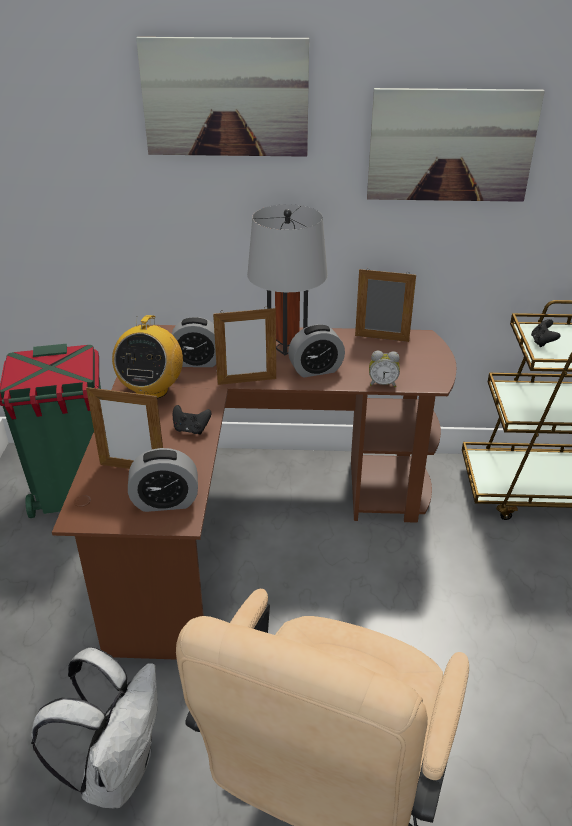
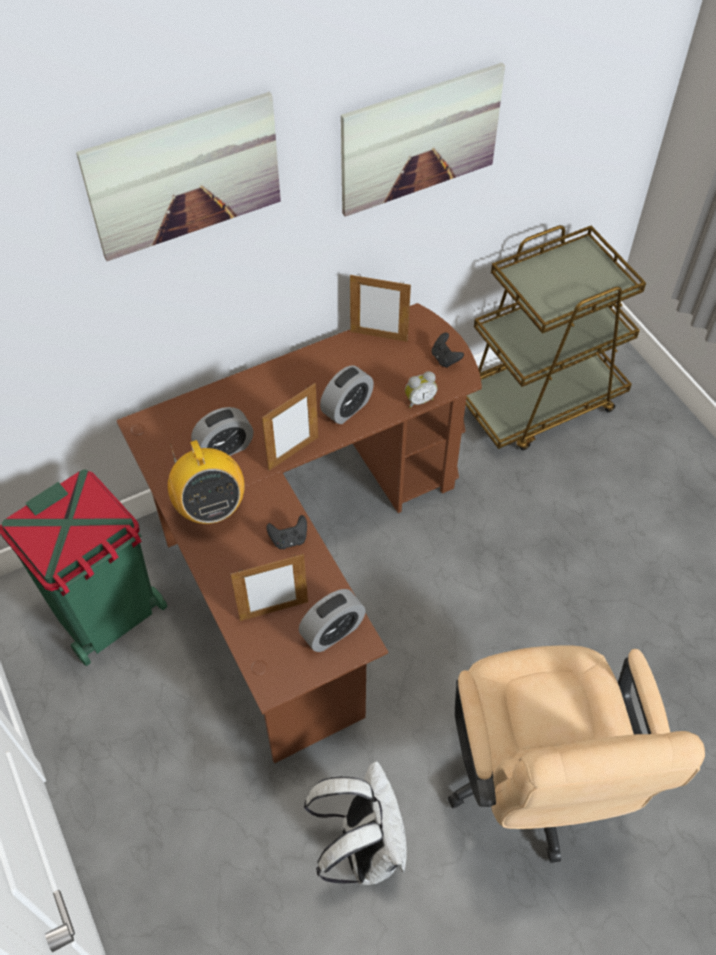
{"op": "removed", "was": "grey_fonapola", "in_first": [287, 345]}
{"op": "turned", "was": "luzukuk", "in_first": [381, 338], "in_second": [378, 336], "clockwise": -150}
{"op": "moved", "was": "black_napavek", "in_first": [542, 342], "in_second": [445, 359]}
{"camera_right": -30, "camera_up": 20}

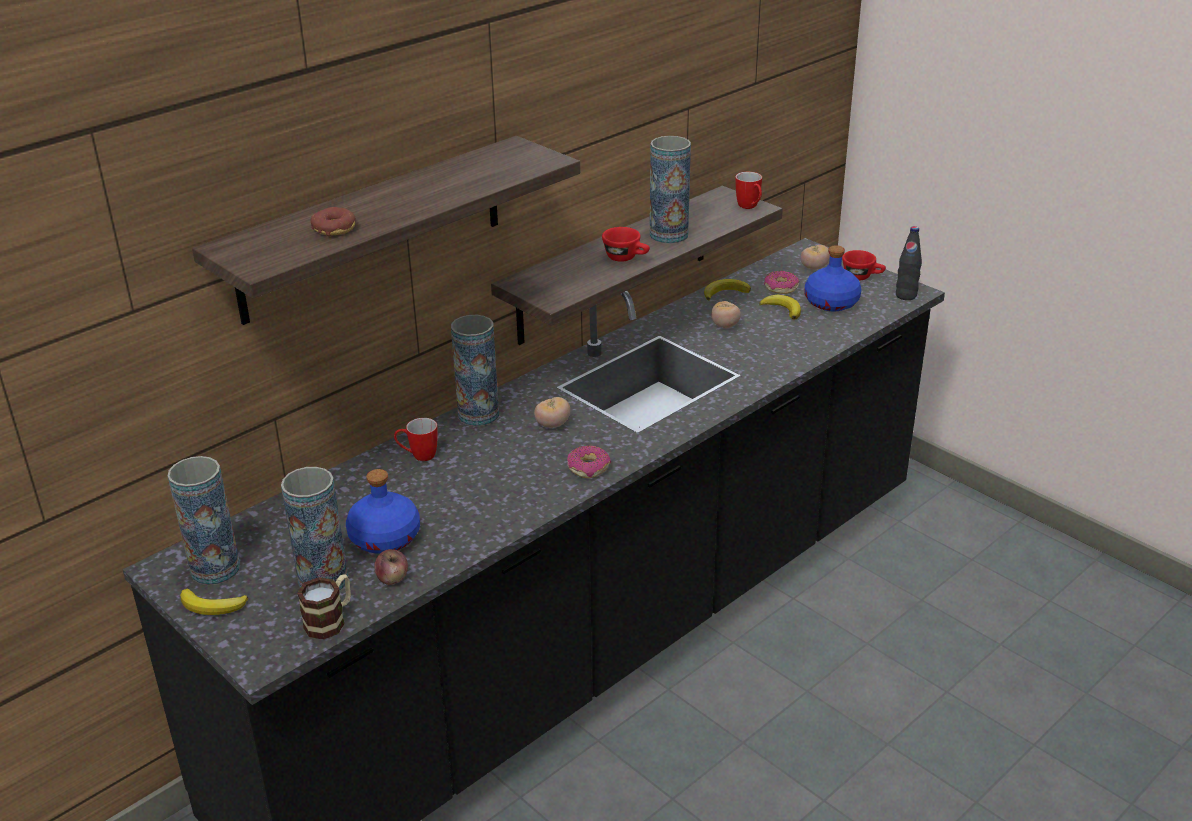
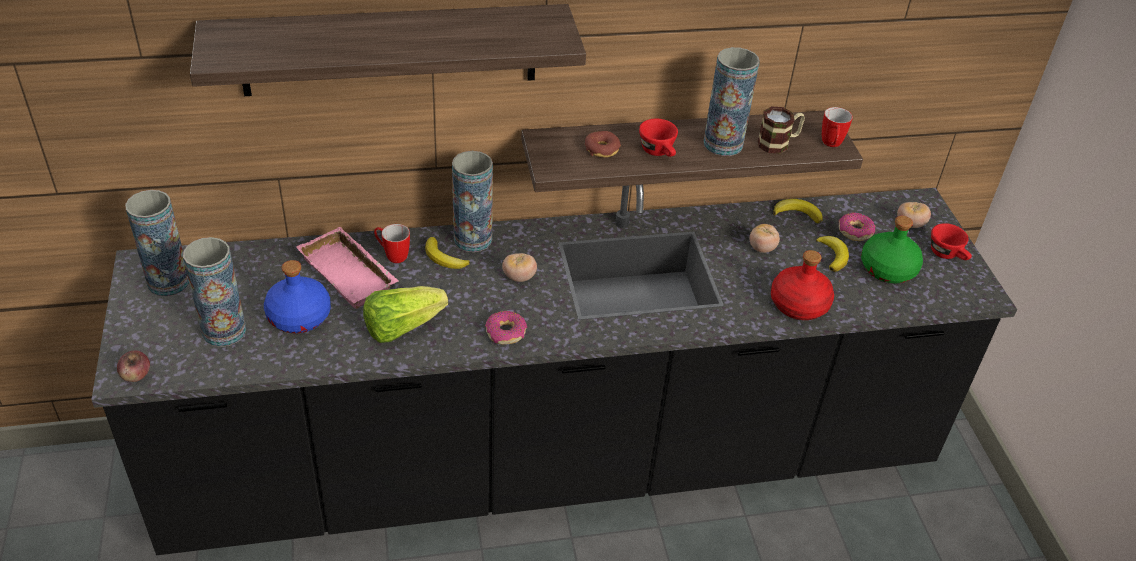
{"op": "moved", "was": "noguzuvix", "in_first": [334, 228], "in_second": [602, 149]}
{"op": "removed", "was": "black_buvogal", "in_first": [906, 295]}
{"op": "recoloured", "was": "blue_buvogal", "now": "green_buvogal", "in_first": [831, 303], "in_second": [887, 269]}
{"op": "moved", "was": "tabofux", "in_first": [392, 578], "in_second": [136, 375]}
{"op": "moved", "was": "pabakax", "in_first": [330, 620], "in_second": [778, 143]}
{"op": "moved", "was": "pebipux", "in_first": [212, 606], "in_second": [444, 258]}
{"op": "added", "now": "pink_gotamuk", "in_second": [351, 273]}
{"op": "added", "now": "red_buvogal", "in_second": [799, 304]}
{"op": "added", "now": "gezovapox", "in_second": [402, 327]}
{"camera_right": 30, "camera_up": 10}

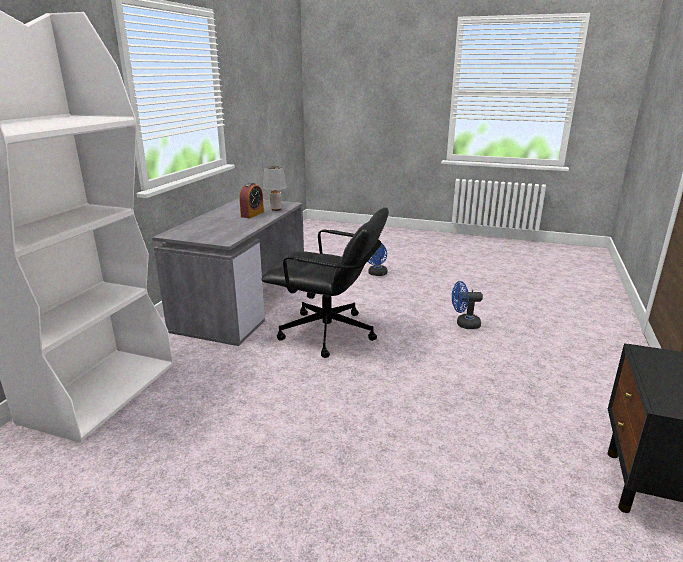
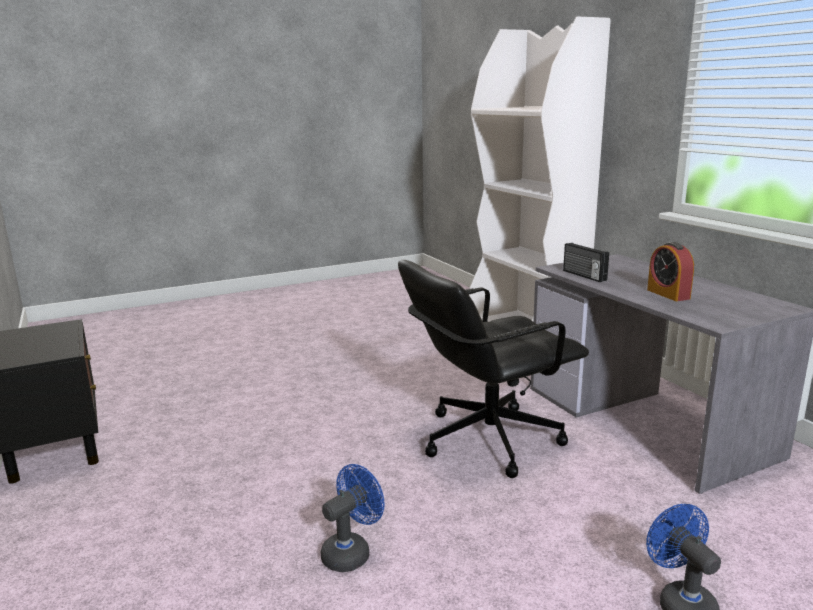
{"op": "removed", "was": "grey_fonapola", "in_first": [276, 209]}
{"op": "added", "now": "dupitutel", "in_second": [583, 275]}
{"camera_right": 135, "camera_up": -5}

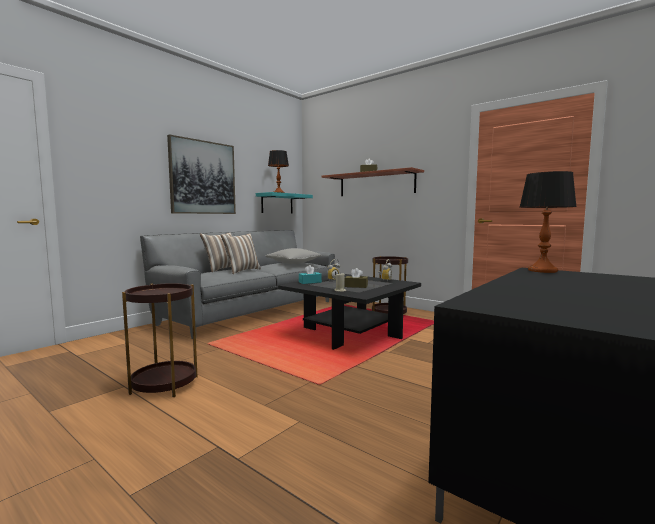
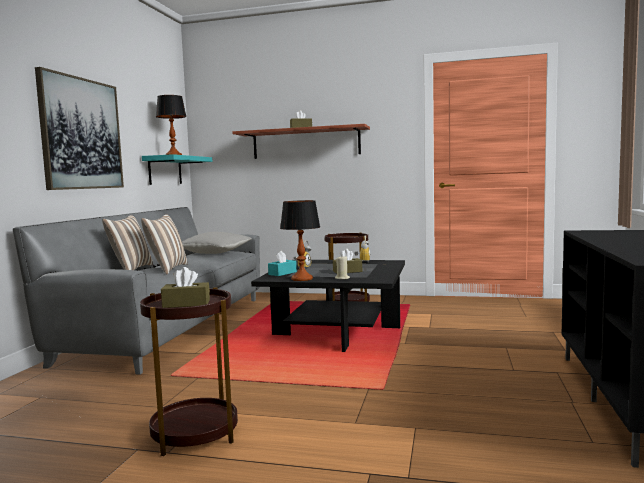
{"op": "moved", "was": "fonapola", "in_first": [543, 270], "in_second": [302, 279]}
{"op": "added", "now": "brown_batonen", "in_second": [186, 304]}
{"camera_right": -25, "camera_up": 0}

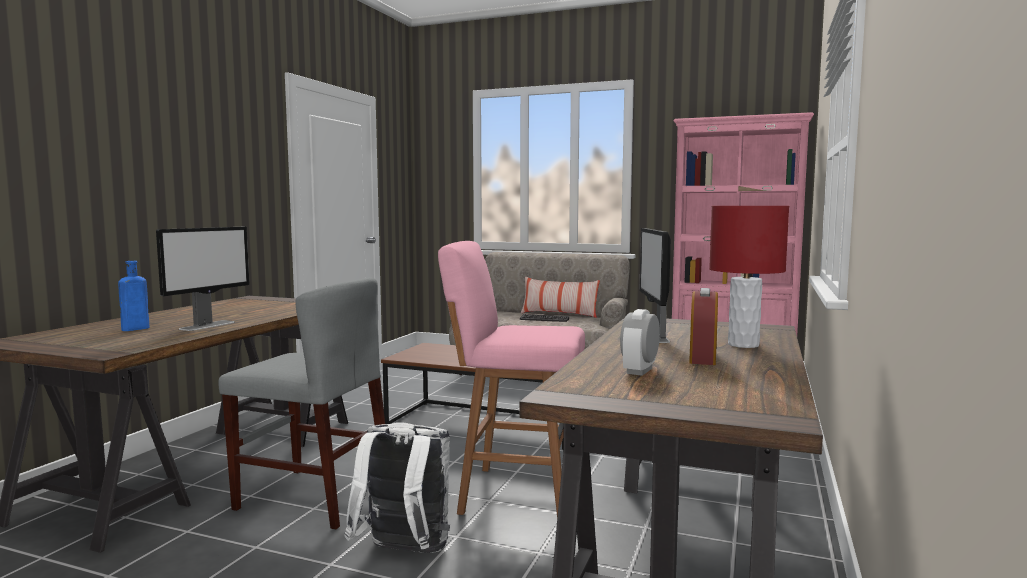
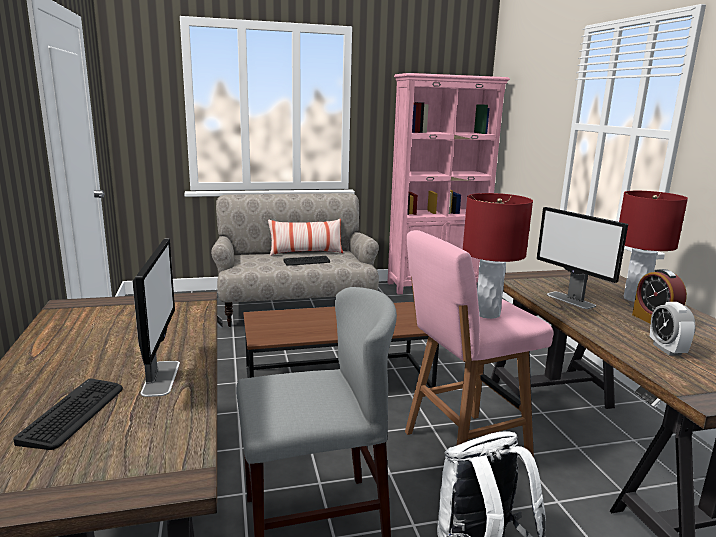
{"op": "replaced", "was": "blue_buvogal", "now": "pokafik", "in_first": [133, 329], "in_second": [74, 413]}
{"op": "added", "now": "red_fonapola", "in_second": [487, 314]}
{"camera_right": -35, "camera_up": 10}

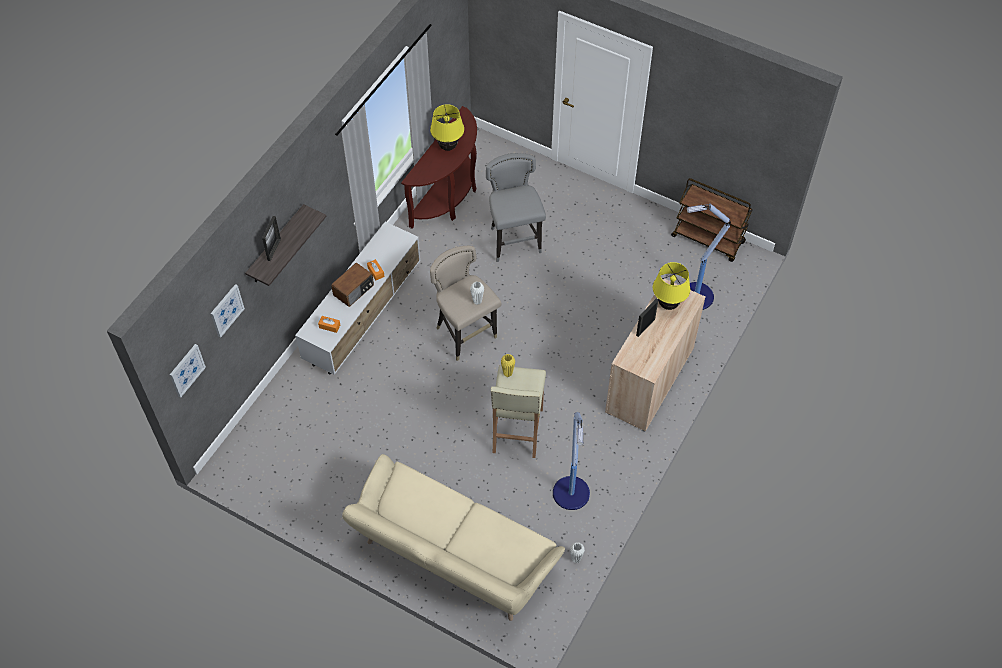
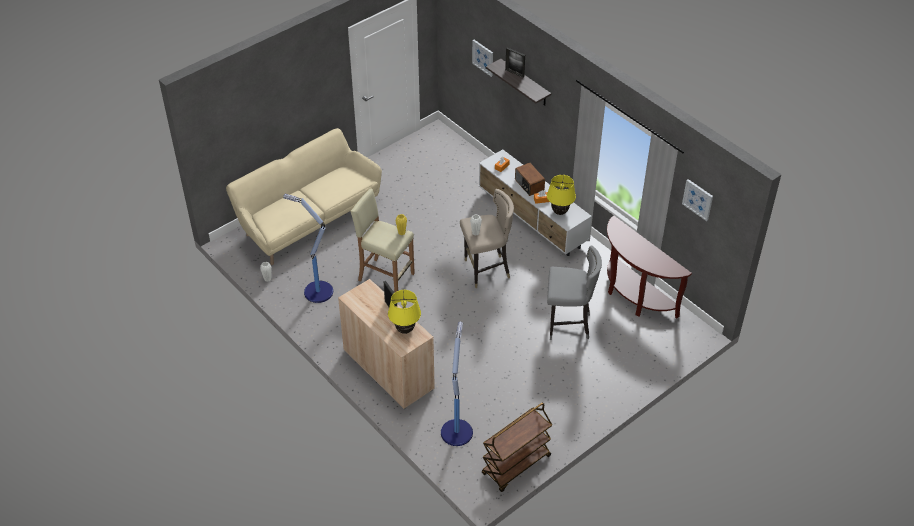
{"op": "moved", "was": "yellow_fonapola", "in_first": [448, 147], "in_second": [560, 212]}
{"op": "moved", "was": "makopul", "in_first": [186, 370], "in_second": [698, 199]}
{"camera_right": 110, "camera_up": -10}

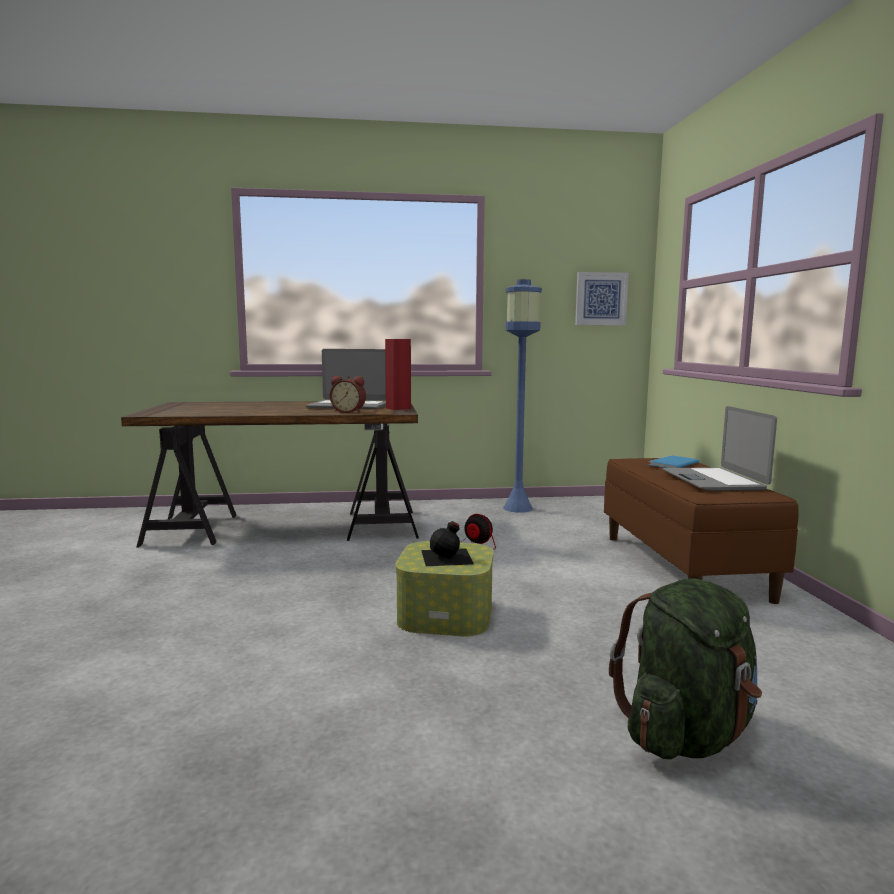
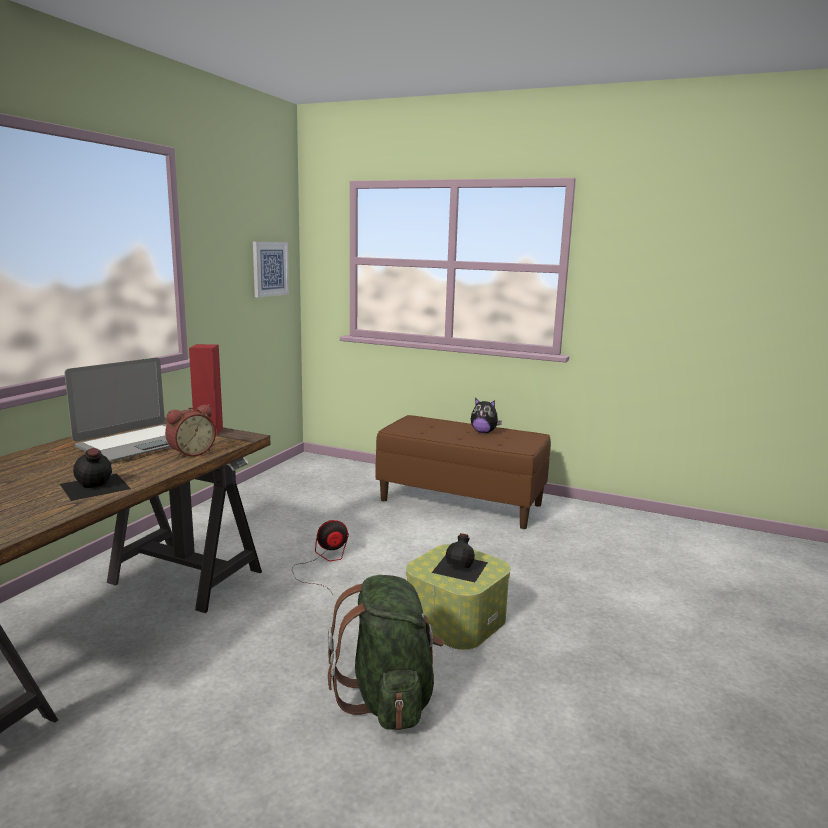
{"op": "removed", "was": "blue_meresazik", "in_first": [518, 508]}
{"op": "replaced", "was": "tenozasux", "now": "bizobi", "in_first": [714, 480], "in_second": [484, 432]}
{"op": "removed", "was": "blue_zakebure", "in_first": [671, 463]}
{"op": "moved", "was": "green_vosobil", "in_first": [686, 734], "in_second": [388, 697]}
{"op": "added", "now": "black_buvogal", "in_second": [94, 487]}
{"camera_right": -60, "camera_up": 5}

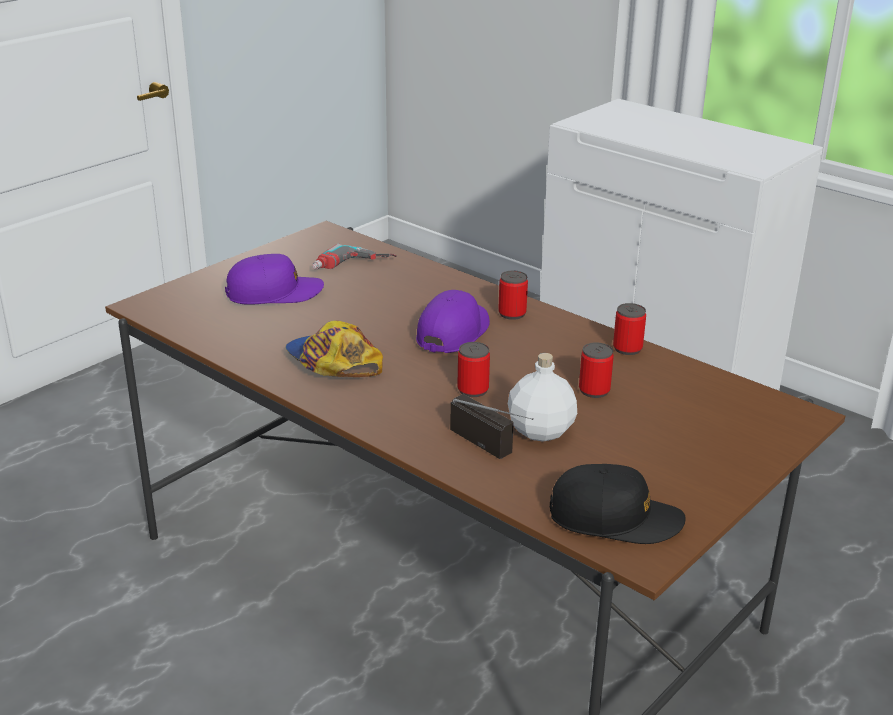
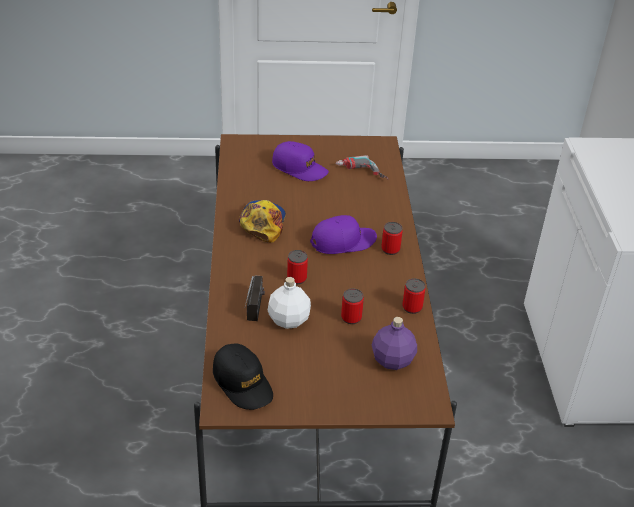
{"op": "added", "now": "purple_buvogal", "in_second": [392, 361]}
{"camera_right": 45, "camera_up": 10}

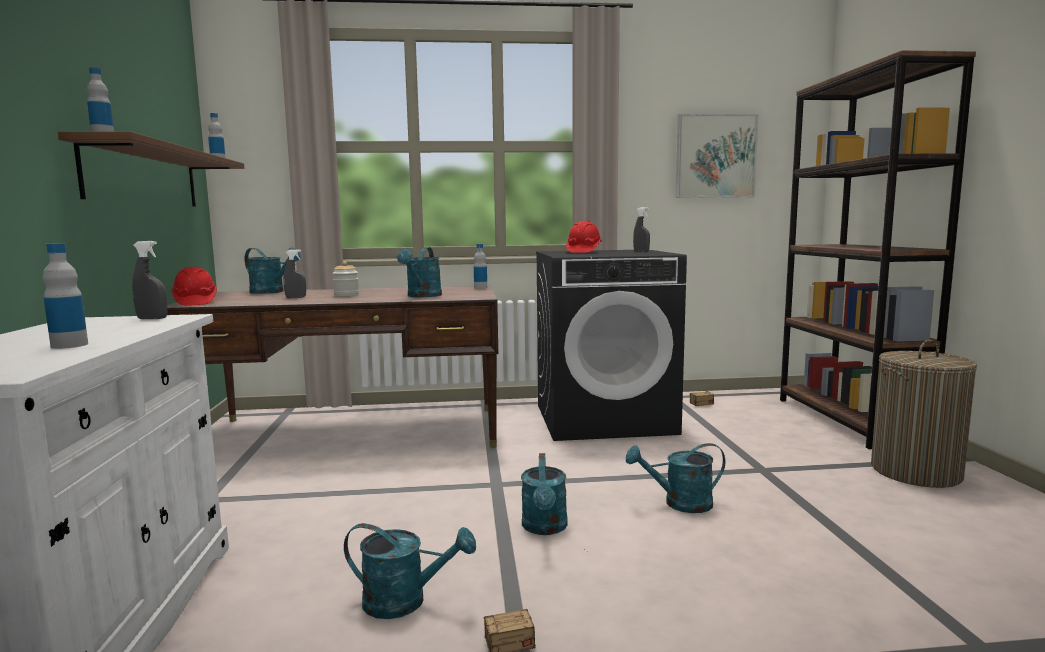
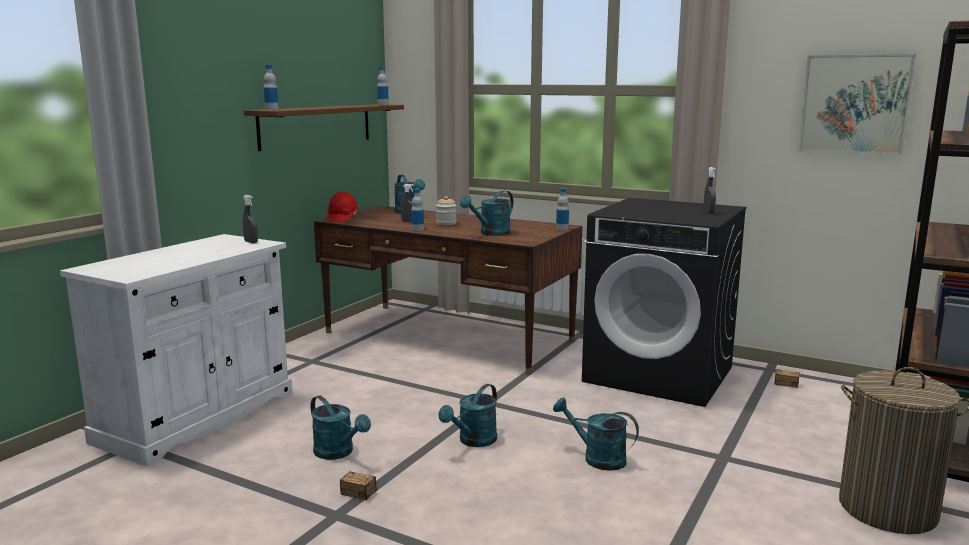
{"op": "removed", "was": "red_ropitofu", "in_first": [583, 252]}
{"op": "moved", "was": "buvogal", "in_first": [69, 345], "in_second": [417, 229]}
{"camera_right": 35, "camera_up": 5}

